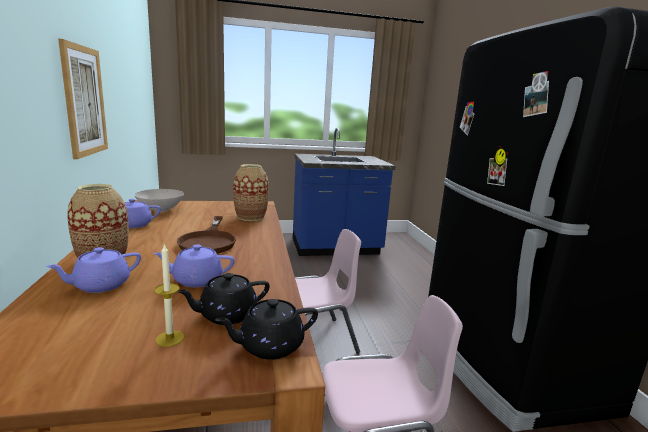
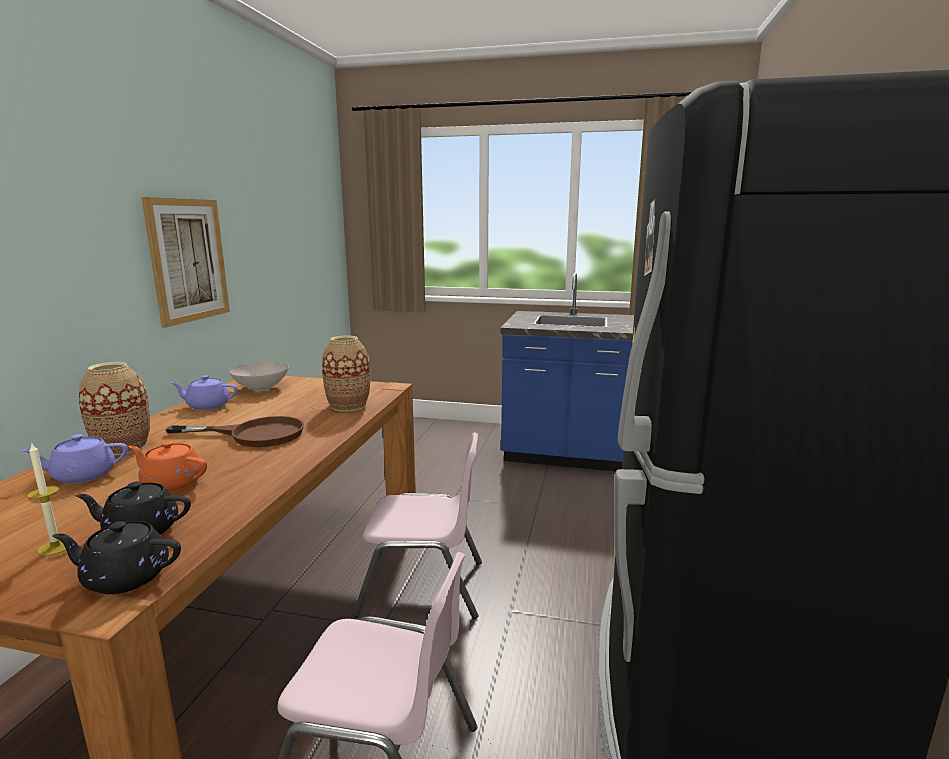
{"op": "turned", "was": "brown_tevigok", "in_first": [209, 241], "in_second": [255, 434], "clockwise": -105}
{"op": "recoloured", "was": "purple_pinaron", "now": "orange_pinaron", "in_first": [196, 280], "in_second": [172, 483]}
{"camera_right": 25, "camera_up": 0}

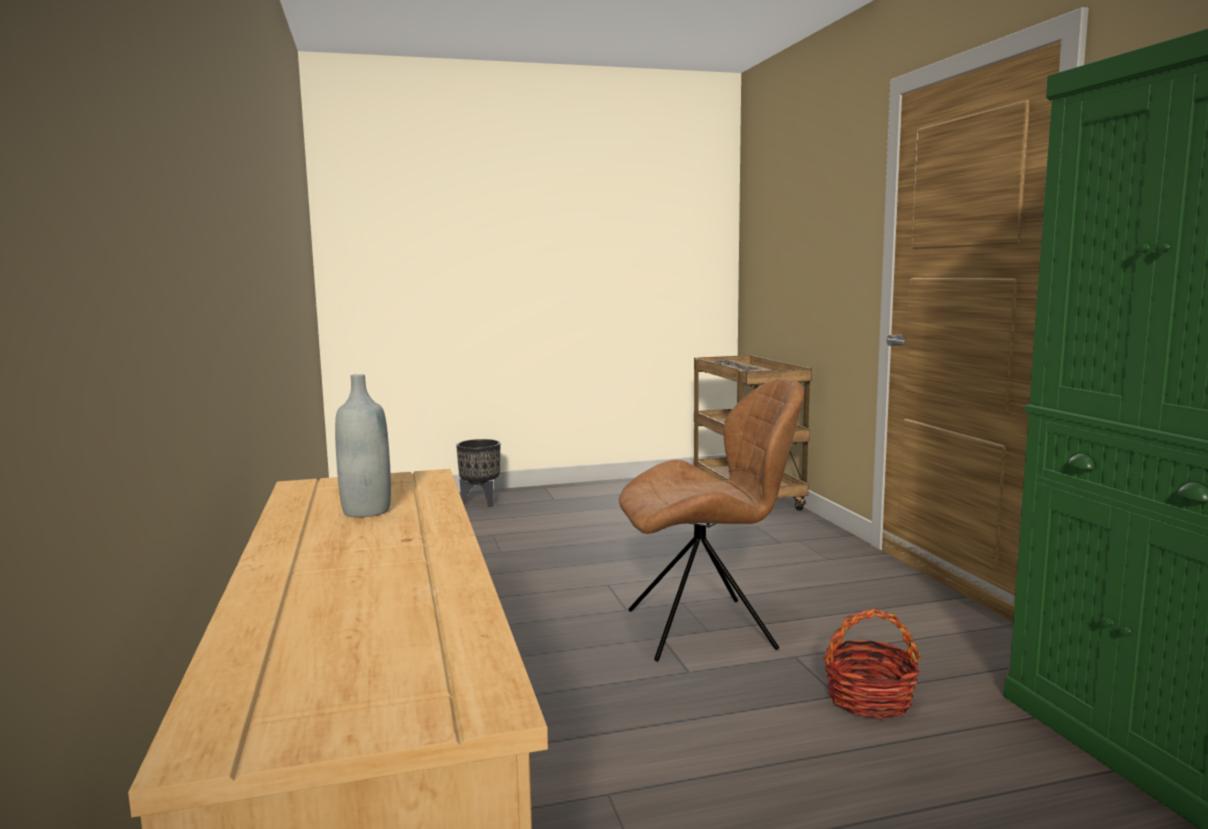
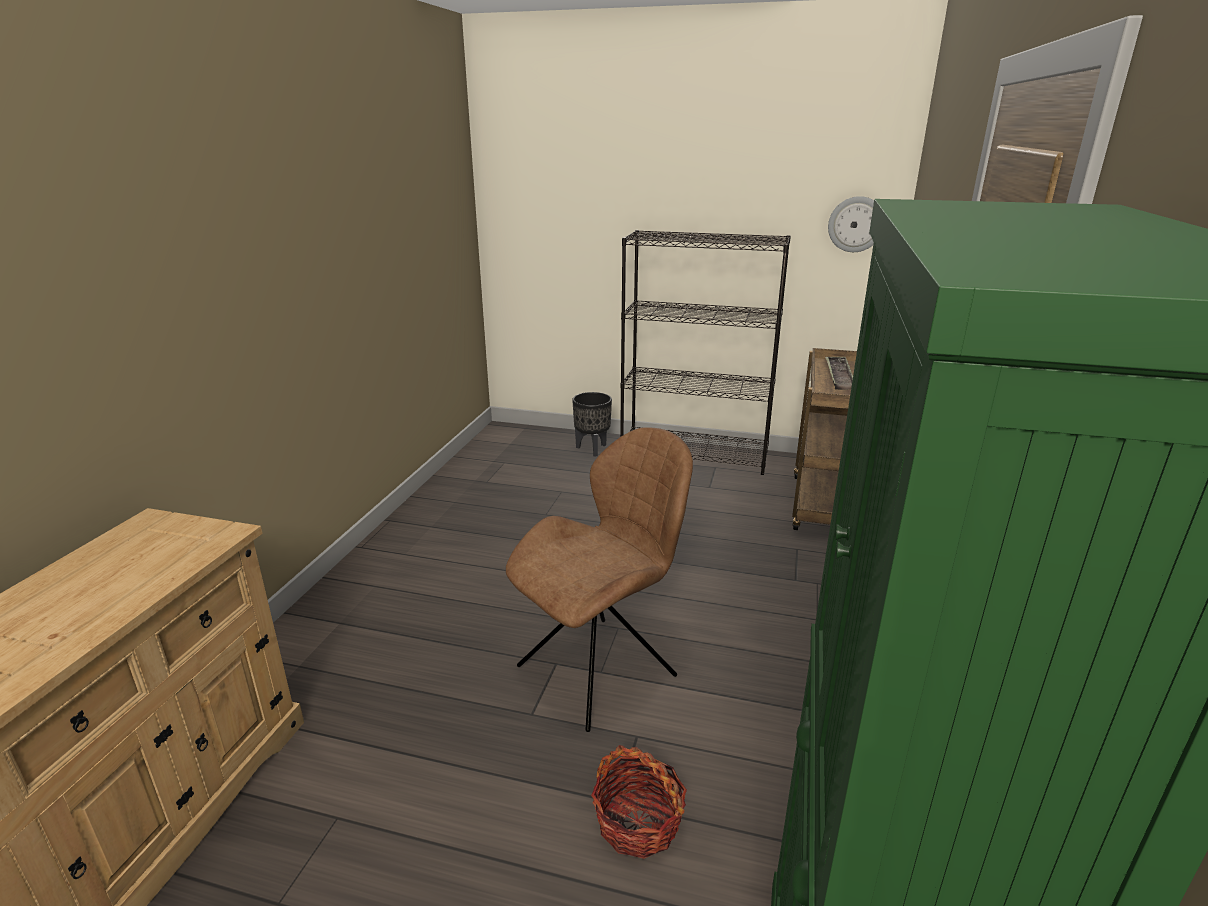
{"op": "removed", "was": "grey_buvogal", "in_first": [366, 511]}
{"op": "turned", "was": "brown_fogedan", "in_first": [706, 629], "in_second": [601, 668], "clockwise": -60}
{"op": "added", "now": "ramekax", "in_second": [856, 224]}
{"op": "added", "now": "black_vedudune", "in_second": [695, 455]}
{"camera_right": 30, "camera_up": 15}

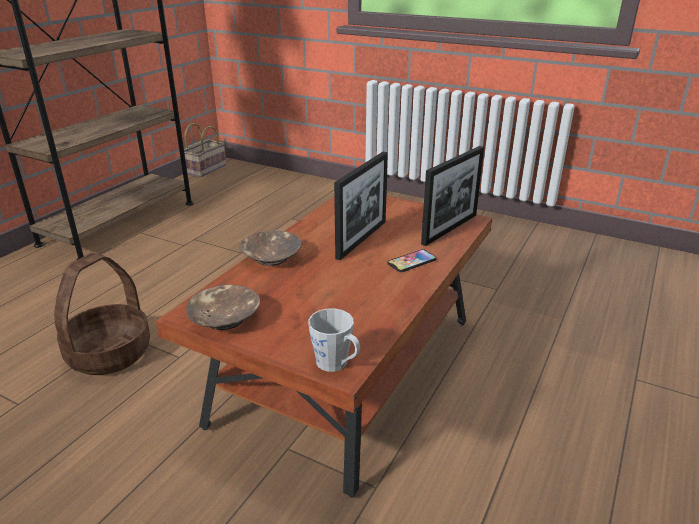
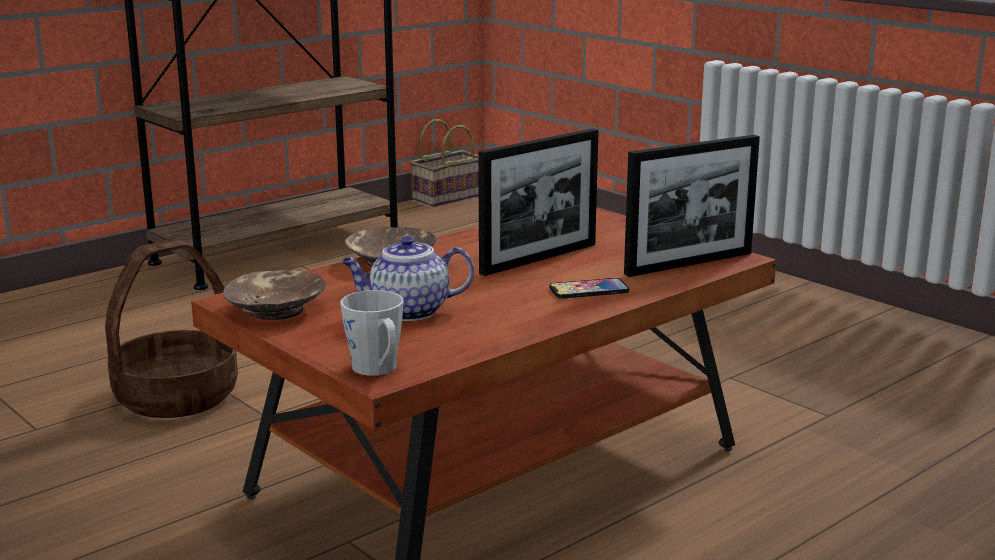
{"op": "added", "now": "pinaron", "in_second": [407, 312]}
{"camera_right": 20, "camera_up": -10}

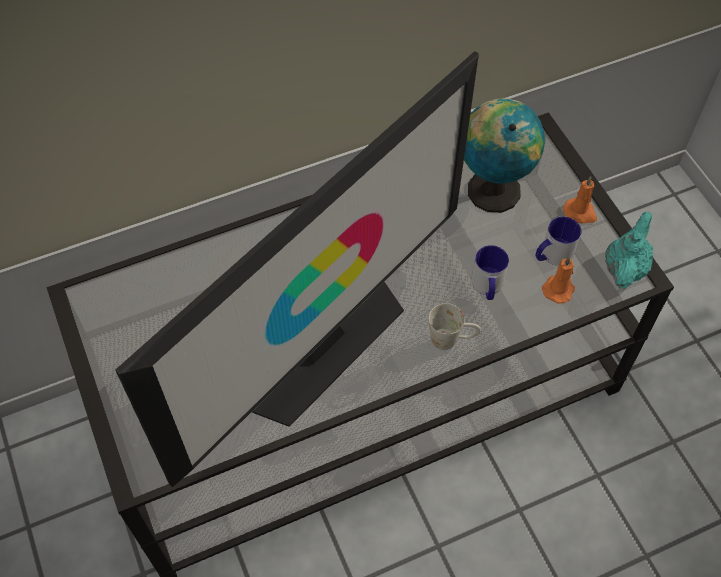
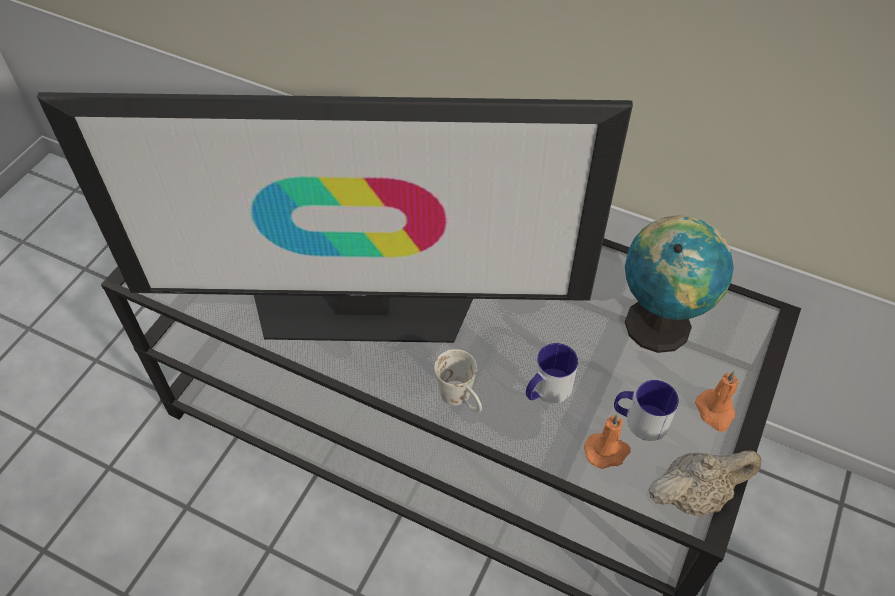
{"op": "recoloured", "was": "turquoise_pinaron", "now": "beige_pinaron", "in_first": [624, 268], "in_second": [694, 494]}
{"camera_right": 50, "camera_up": -5}

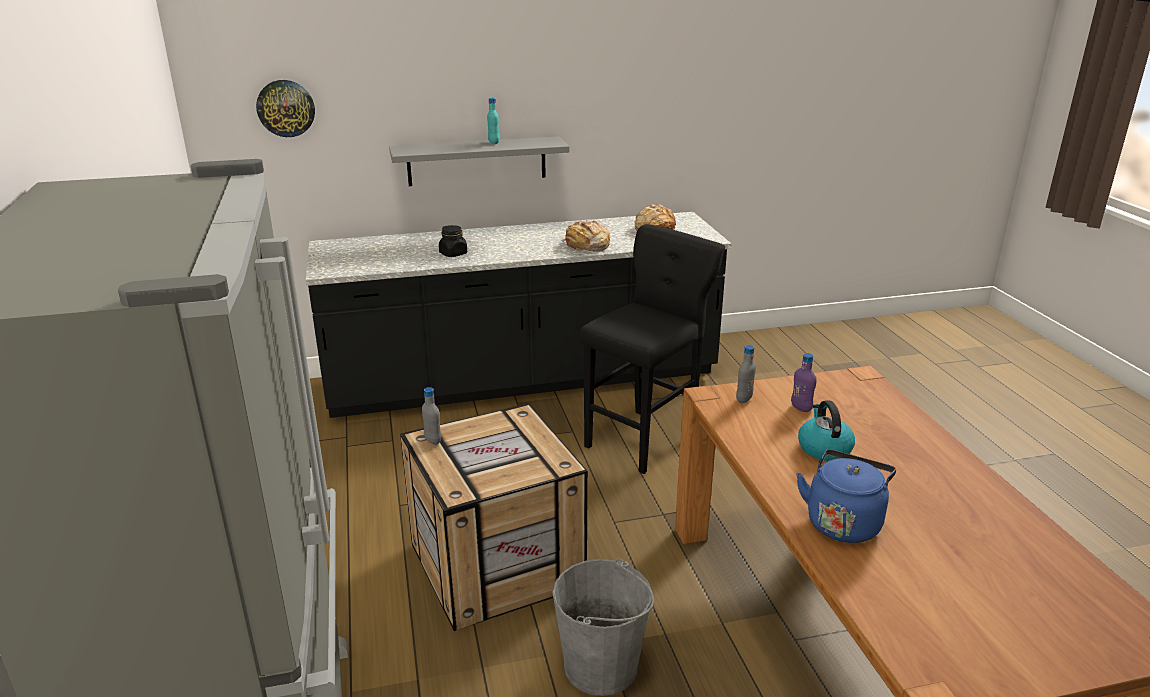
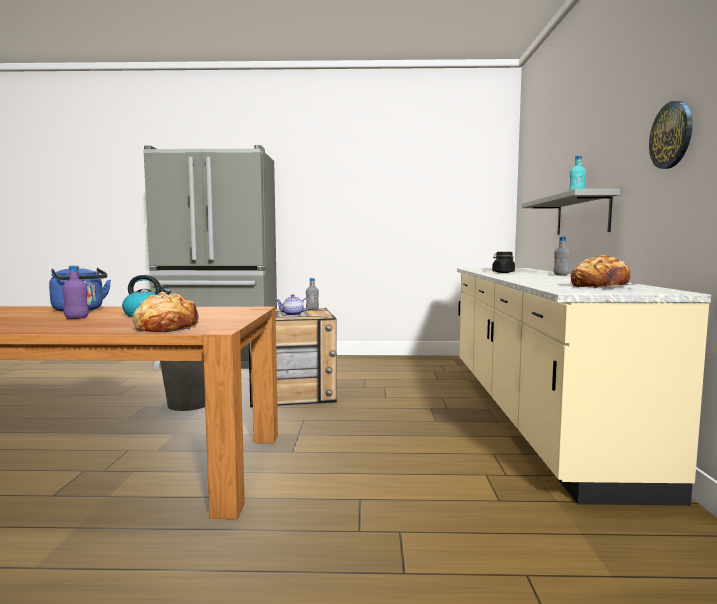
{"op": "moved", "was": "ramekax", "in_first": [286, 108], "in_second": [671, 135]}
{"op": "recoloured", "was": "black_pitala", "now": "beige_pitala", "in_first": [523, 380], "in_second": [531, 413]}
{"op": "moved", "was": "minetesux", "in_first": [586, 245], "in_second": [166, 327]}
{"op": "removed", "was": "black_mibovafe", "in_first": [645, 438]}
{"op": "moved", "was": "grey_buvogal", "in_first": [744, 399], "in_second": [561, 275]}
{"op": "moved", "was": "purple_buvogal", "in_first": [801, 408], "in_second": [76, 318]}
{"op": "added", "now": "pinaron", "in_second": [292, 314]}
{"camera_right": 105, "camera_up": -20}

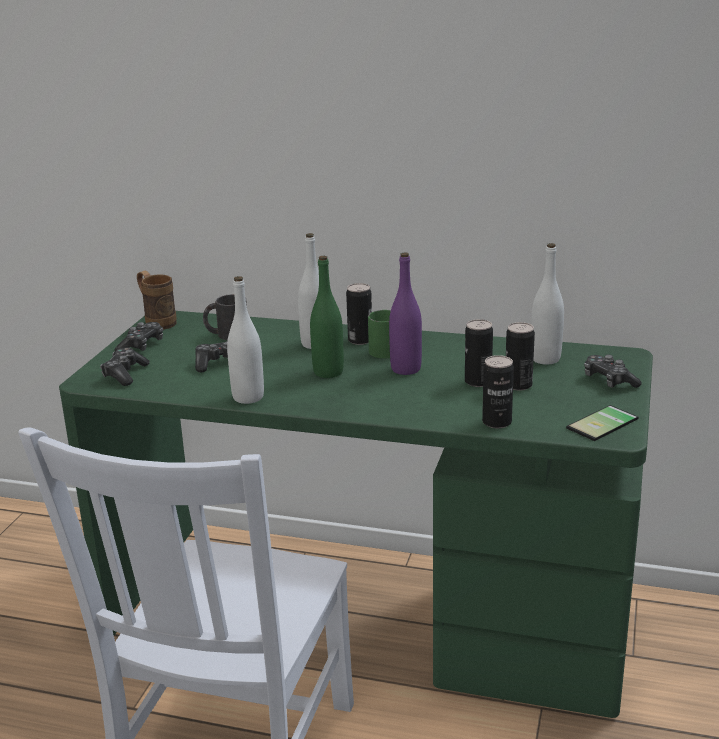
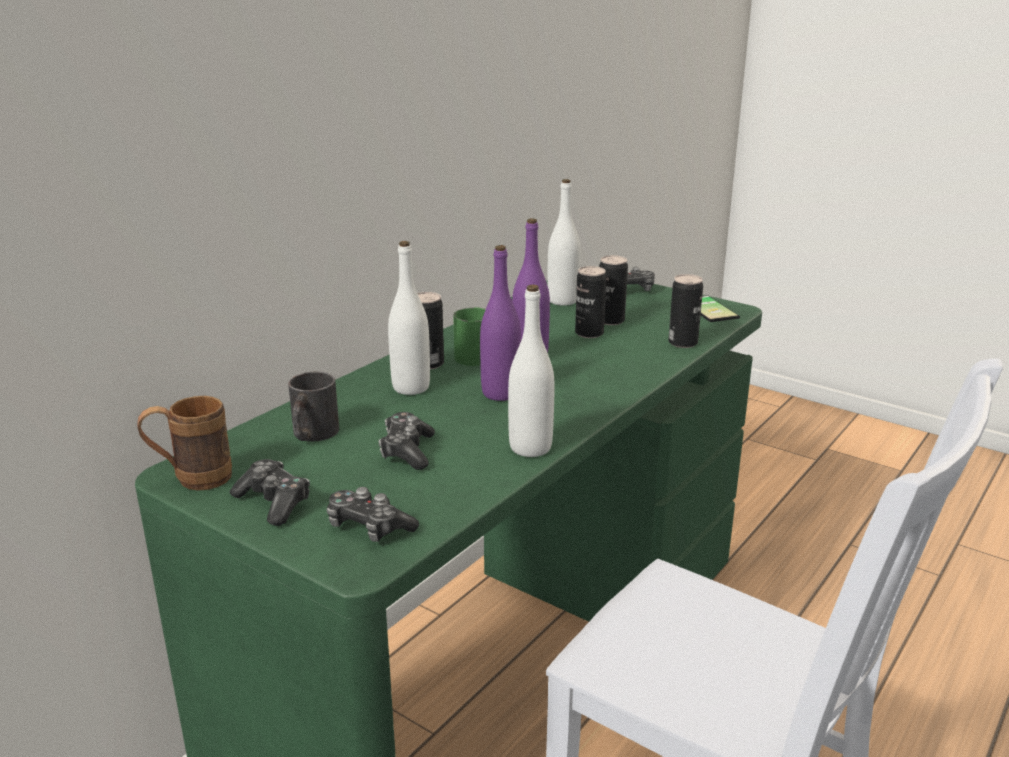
{"op": "recoloured", "was": "green_buvogal", "now": "purple_buvogal", "in_first": [328, 372], "in_second": [500, 393]}
{"camera_right": -70, "camera_up": 0}

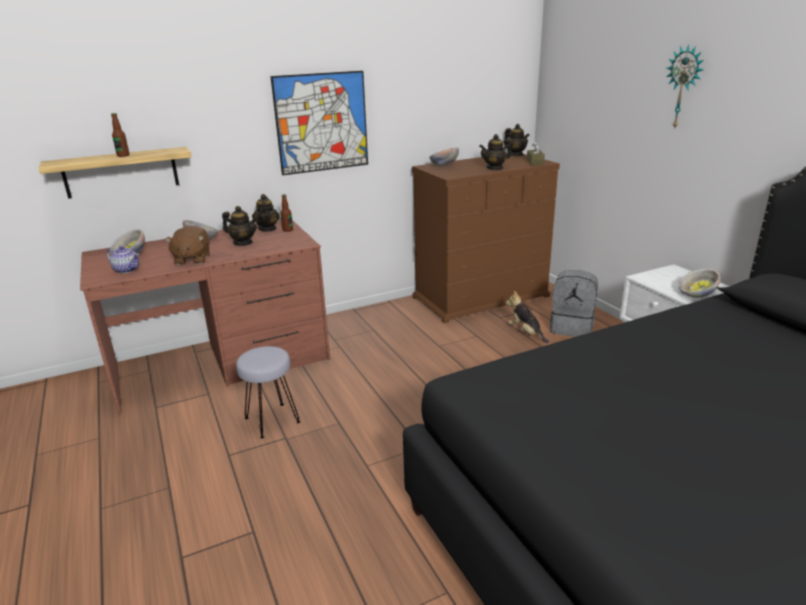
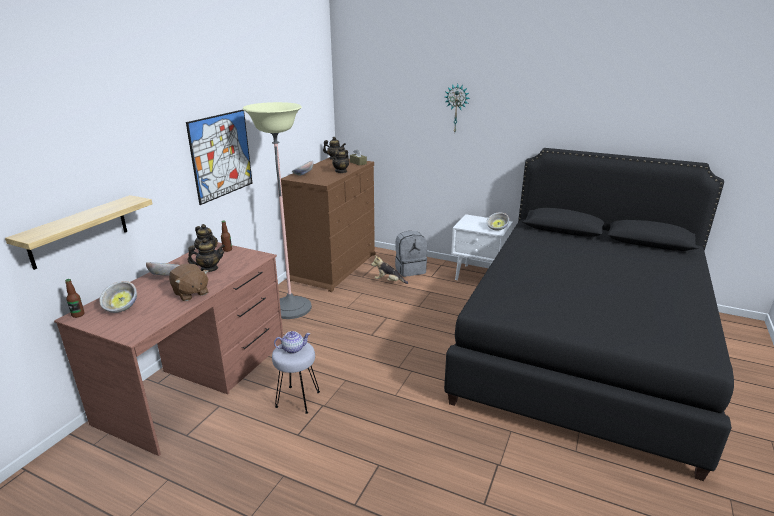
{"op": "moved", "was": "buvogal", "in_first": [123, 155], "in_second": [78, 315]}
{"op": "moved", "was": "pinaron", "in_first": [127, 270], "in_second": [293, 349]}
{"op": "added", "now": "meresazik", "in_second": [291, 308]}
{"camera_right": -40, "camera_up": 0}

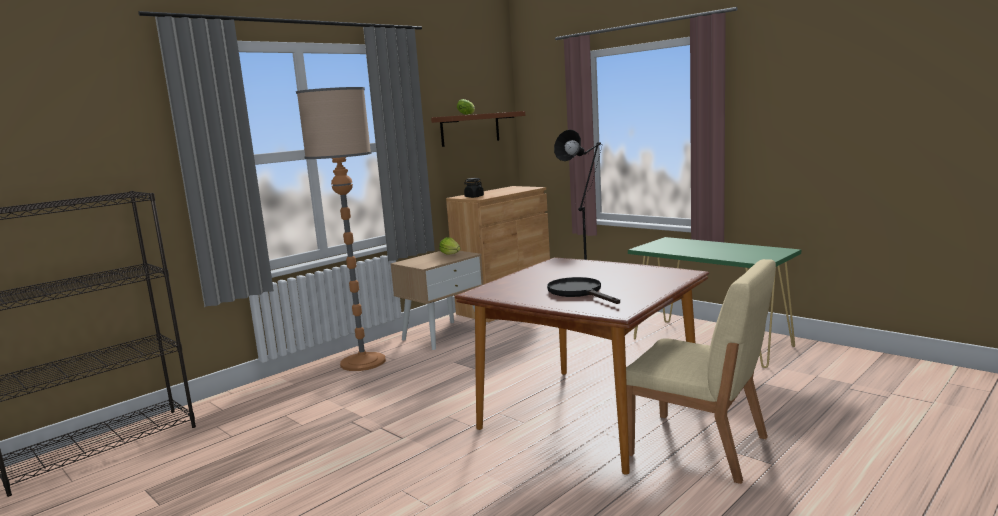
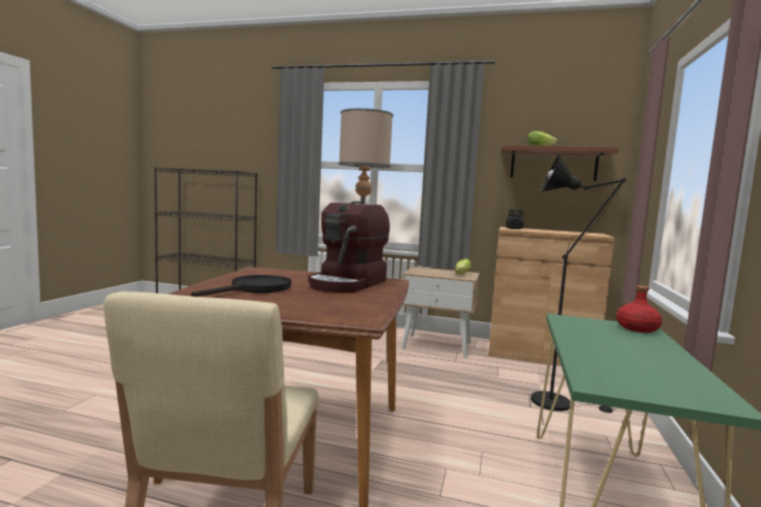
{"op": "added", "now": "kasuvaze", "in_second": [348, 284]}
{"op": "added", "now": "red_buvogal", "in_second": [637, 328]}
{"camera_right": 60, "camera_up": -5}

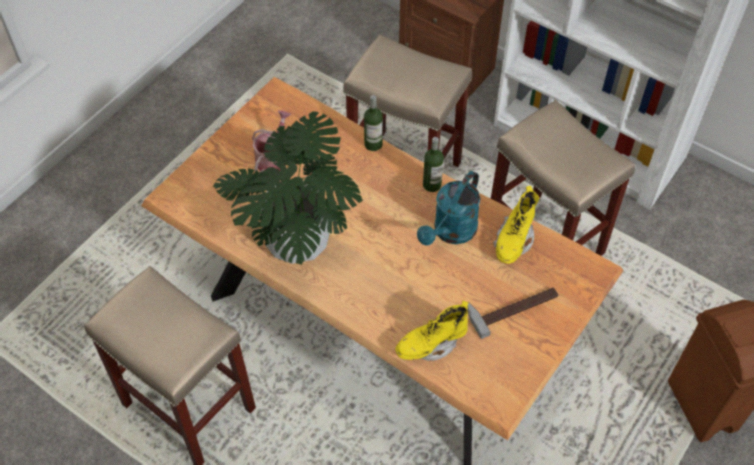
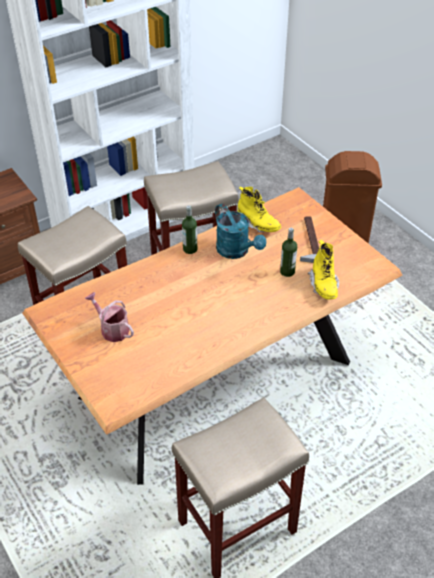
{"op": "moved", "was": "buvogal", "in_first": [373, 144], "in_second": [287, 271]}
{"op": "removed", "was": "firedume", "in_first": [297, 241]}
{"camera_right": -70, "camera_up": -10}

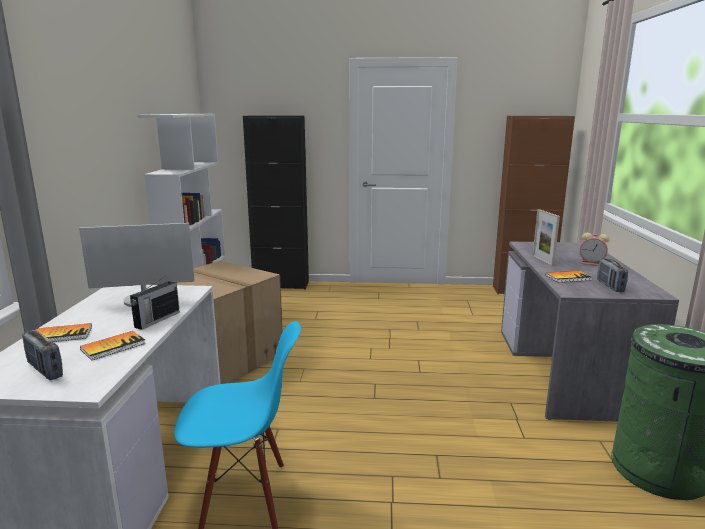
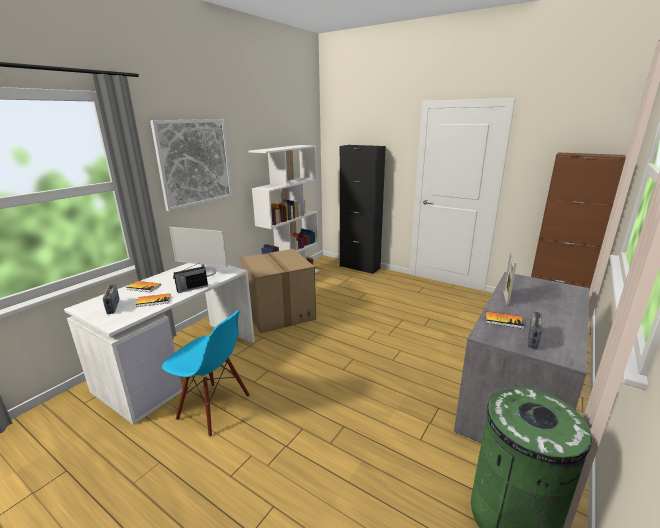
{"op": "removed", "was": "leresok", "in_first": [592, 263]}
{"op": "added", "now": "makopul", "in_second": [194, 162]}
{"camera_right": 30, "camera_up": 5}

